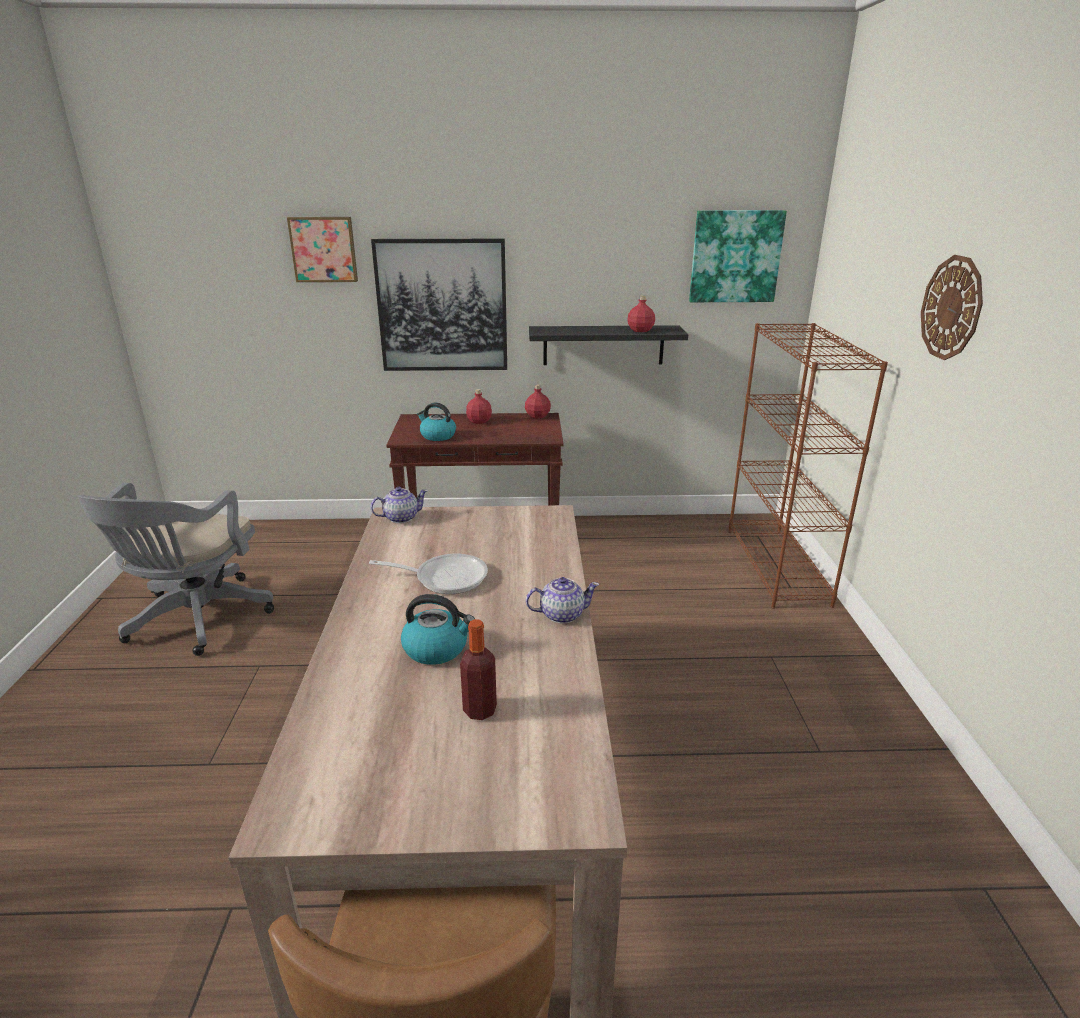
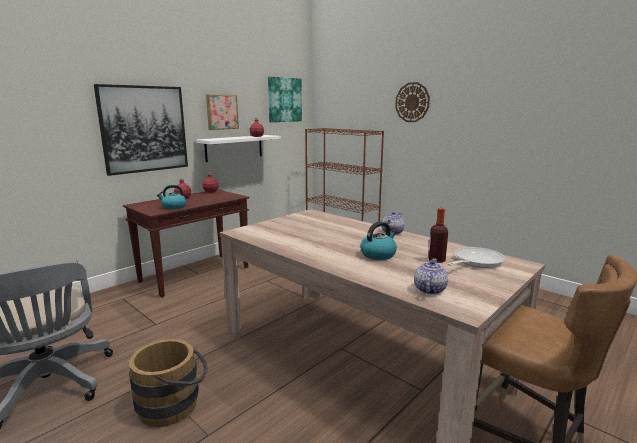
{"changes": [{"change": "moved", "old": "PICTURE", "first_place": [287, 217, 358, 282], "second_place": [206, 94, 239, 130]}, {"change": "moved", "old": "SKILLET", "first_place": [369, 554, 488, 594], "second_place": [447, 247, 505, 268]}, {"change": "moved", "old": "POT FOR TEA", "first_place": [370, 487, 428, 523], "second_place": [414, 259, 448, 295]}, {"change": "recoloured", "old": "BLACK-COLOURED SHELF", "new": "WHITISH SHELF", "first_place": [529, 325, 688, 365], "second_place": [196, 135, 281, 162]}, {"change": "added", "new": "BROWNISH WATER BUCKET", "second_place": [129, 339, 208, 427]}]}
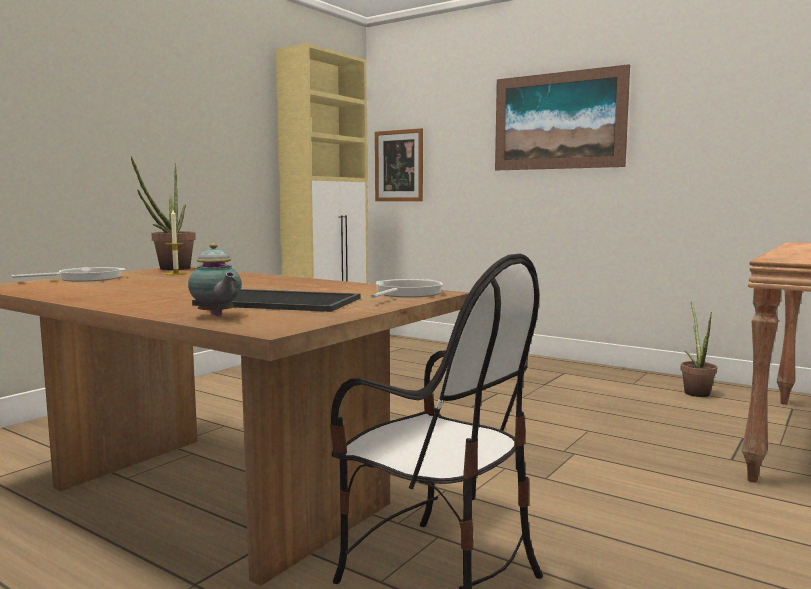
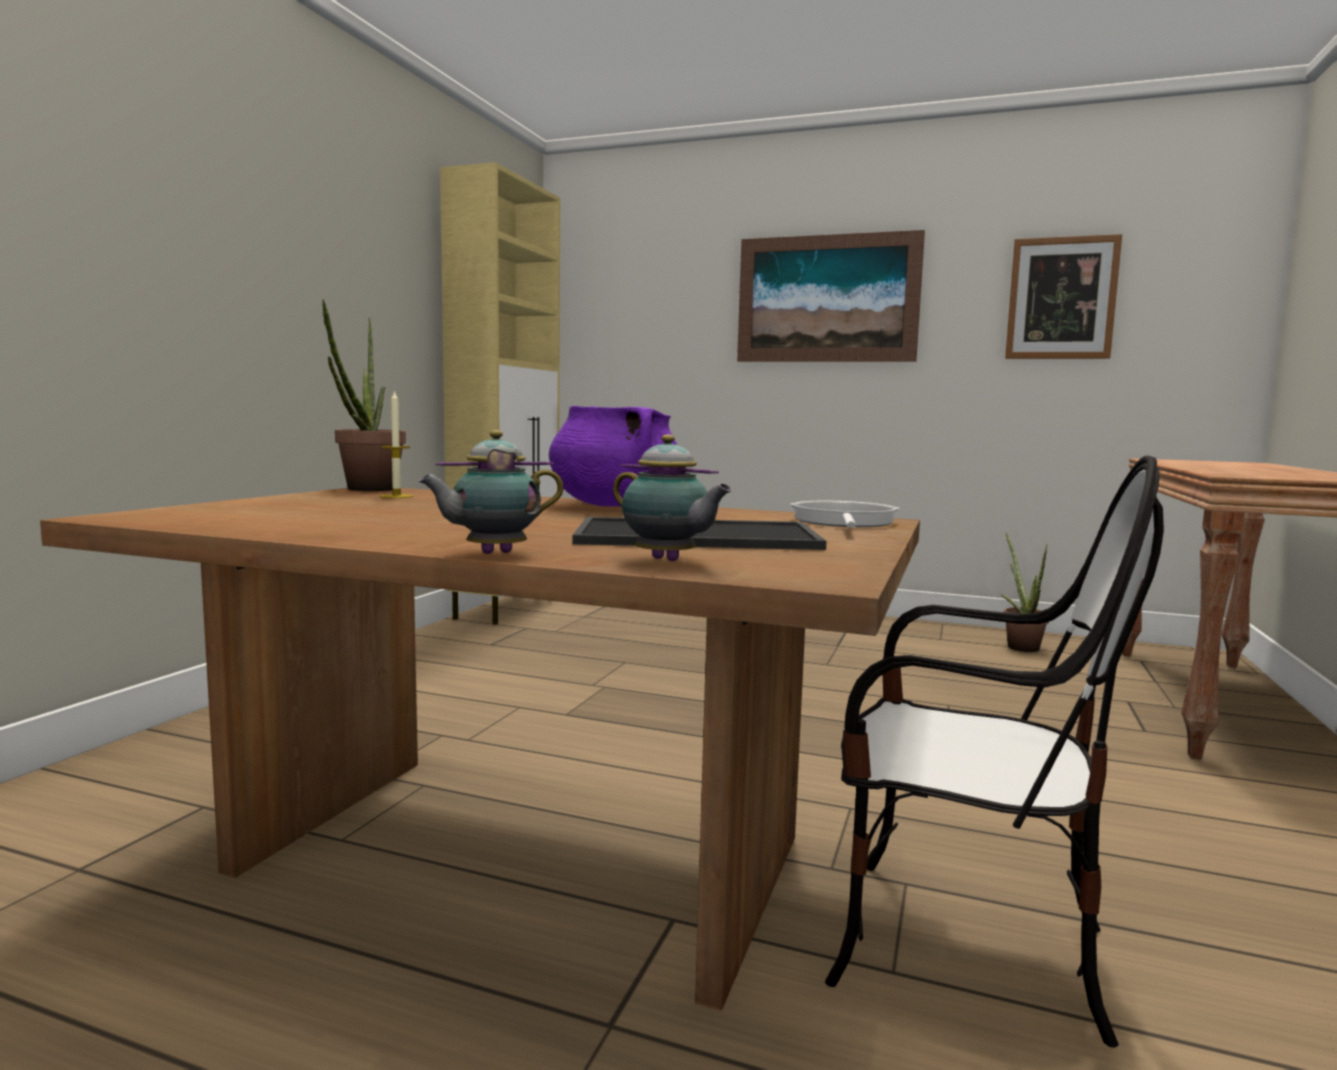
{"changes": [{"change": "removed", "old": "SKILLET", "first_place": [11, 267, 126, 282]}, {"change": "moved", "old": "PICTURE", "first_place": [375, 128, 423, 201], "second_place": [1005, 234, 1122, 359]}, {"change": "added", "new": "POT FOR TEA", "second_place": [418, 430, 564, 554]}, {"change": "added", "new": "PURPLE COOKING POT", "second_place": [549, 406, 677, 507]}]}
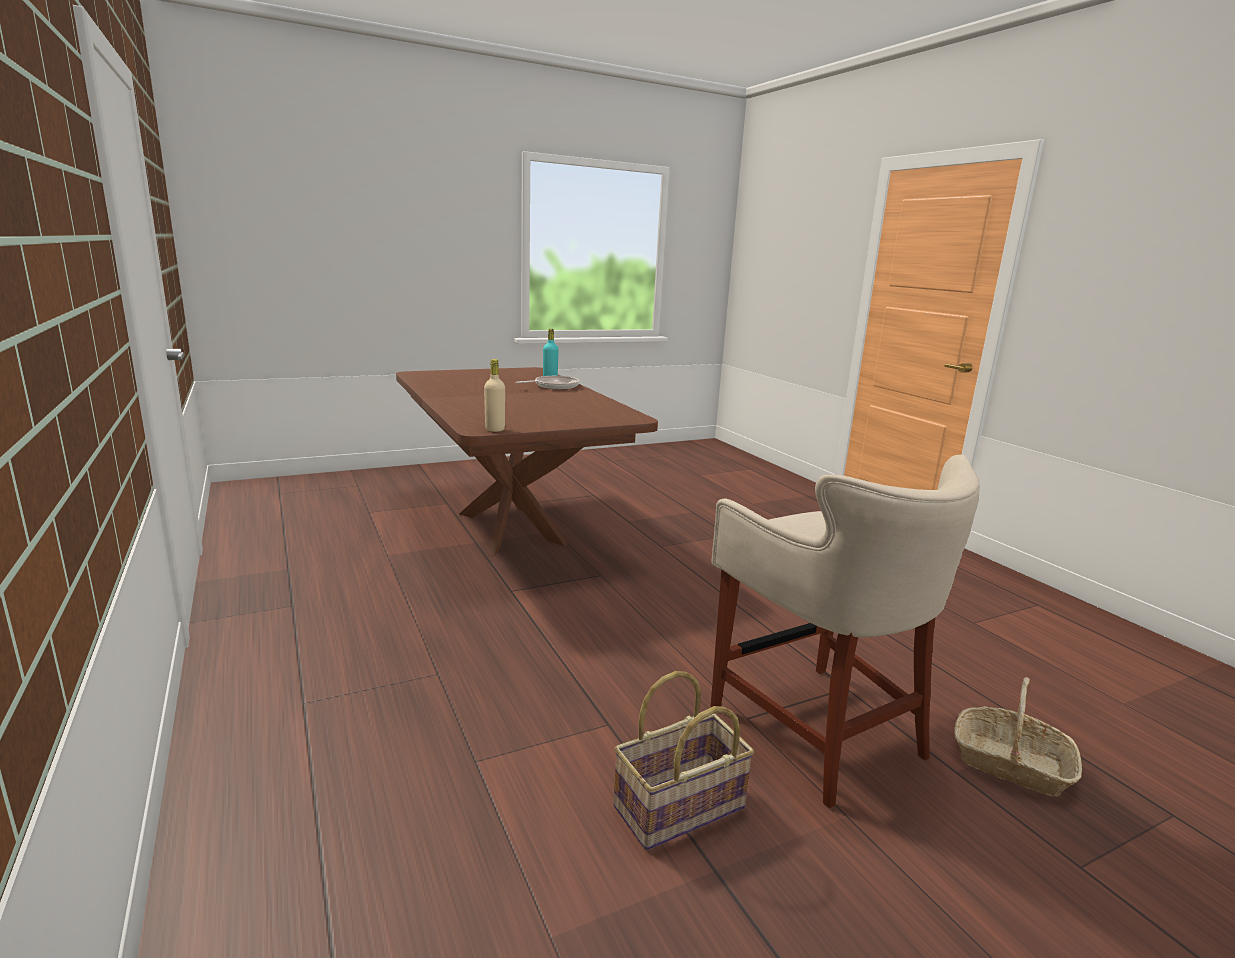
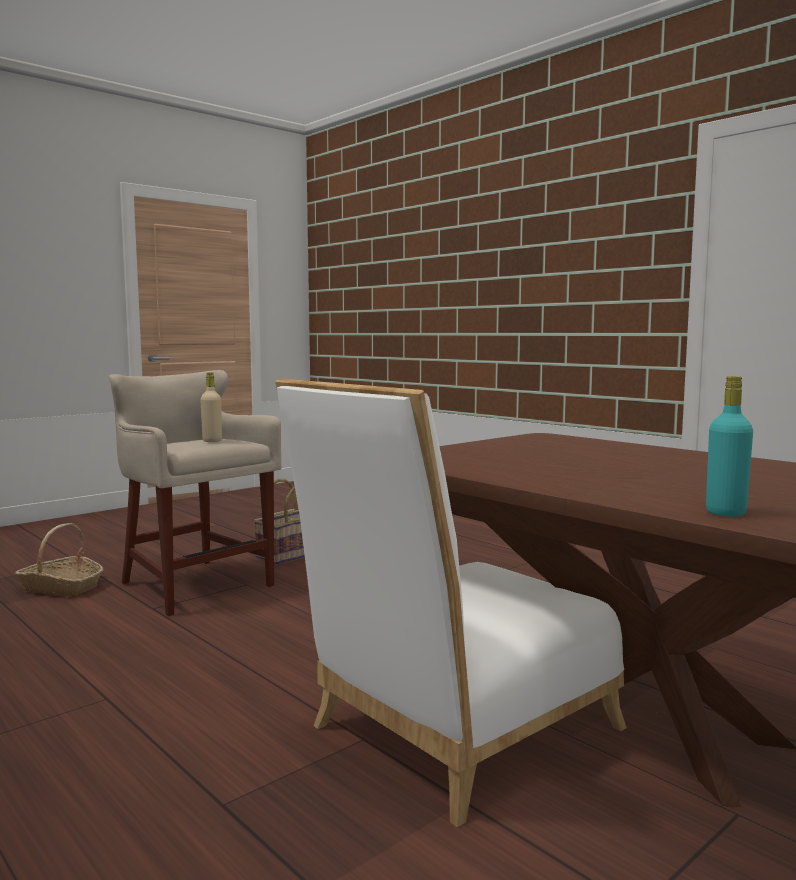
{"changes": [{"change": "moved", "old": "SAND-COLOURED BOTTLE", "first_place": [484, 359, 505, 432], "second_place": [200, 372, 222, 442]}, {"change": "removed", "old": "SKILLET", "first_place": [516, 376, 579, 389]}, {"change": "added", "new": "WHITISH UPRIGHT CHAIR", "second_place": [275, 379, 627, 827]}]}
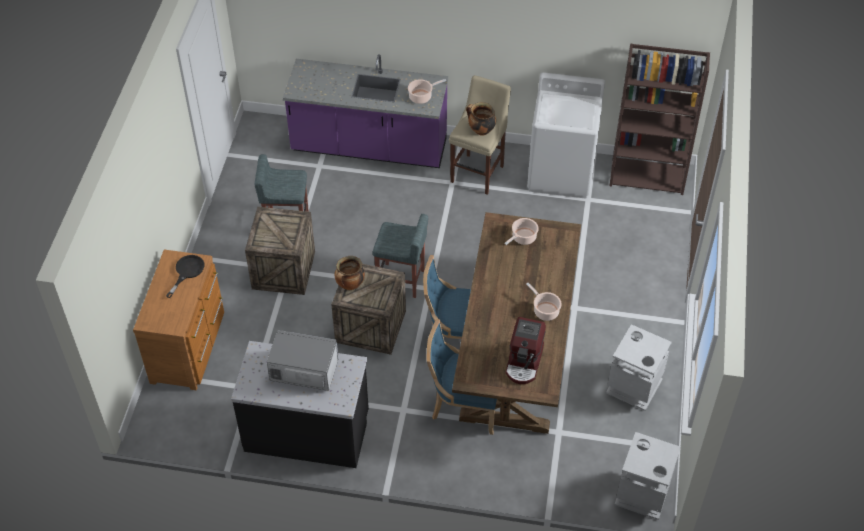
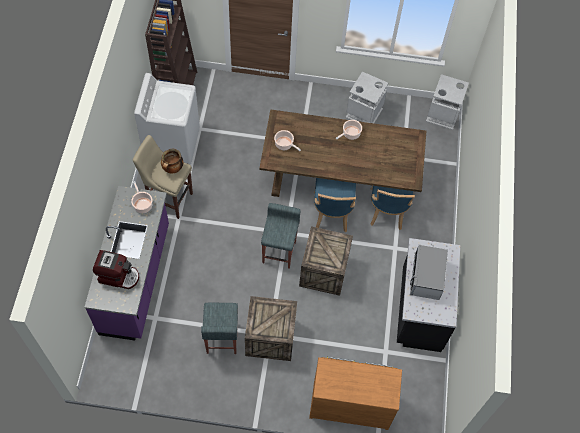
{"changes": [{"change": "removed", "old": "BLACK-COLOURED SKILLET", "first_place": [166, 255, 205, 298]}, {"change": "removed", "old": "COOKING POT", "first_place": [335, 256, 365, 290]}, {"change": "moved", "old": "COFFEE MACHINE", "first_place": [506, 317, 546, 384], "second_place": [93, 250, 139, 289]}]}
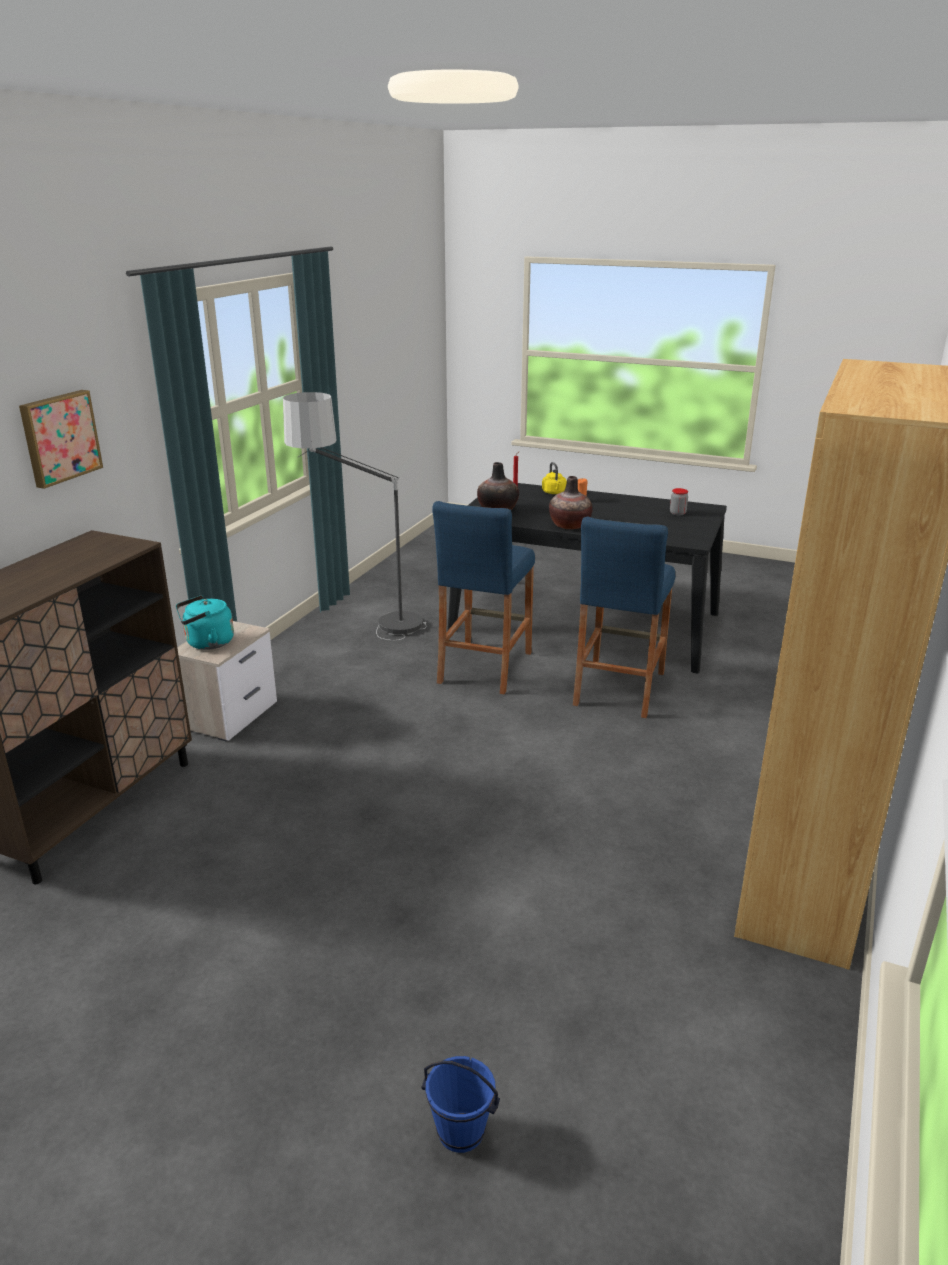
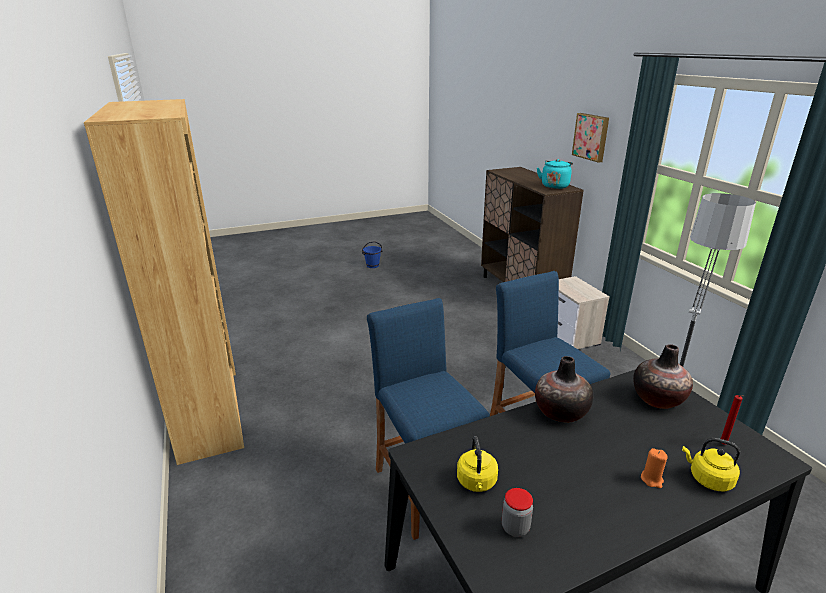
{"changes": [{"change": "moved", "old": "TURQUOISE WATER KETTLE", "first_place": [176, 595, 234, 650], "second_place": [537, 159, 573, 189]}, {"change": "moved", "old": "BLUISH WATER BUCKET", "first_place": [422, 1056, 500, 1153], "second_place": [362, 241, 383, 268]}, {"change": "added", "new": "YELLOW WATER KETTLE", "second_place": [457, 436, 498, 492]}]}
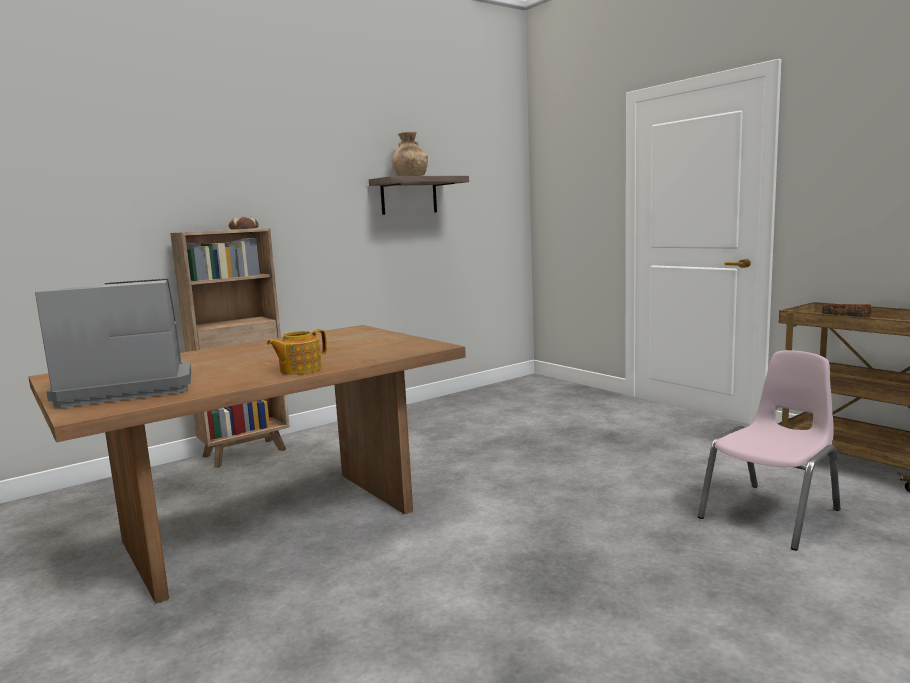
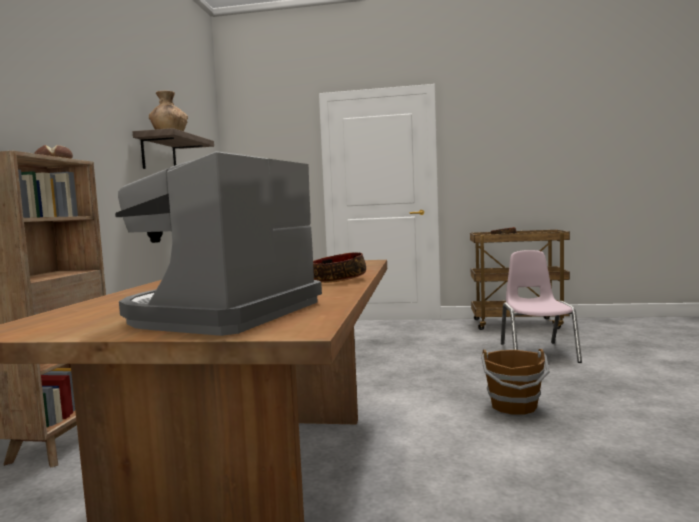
{"changes": [{"change": "replaced", "old": "POT FOR TEA", "new": "SERVING BOWL", "first_place": [267, 329, 327, 375], "second_place": [313, 252, 366, 283]}, {"change": "added", "new": "BROWNISH WATER BUCKET", "second_place": [481, 349, 550, 415]}]}
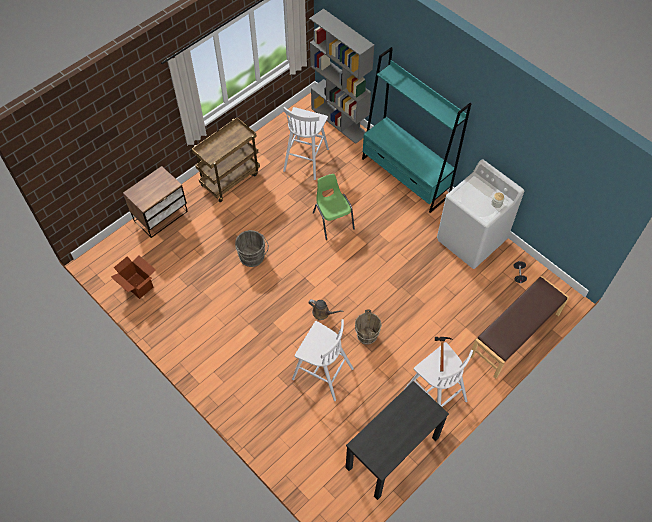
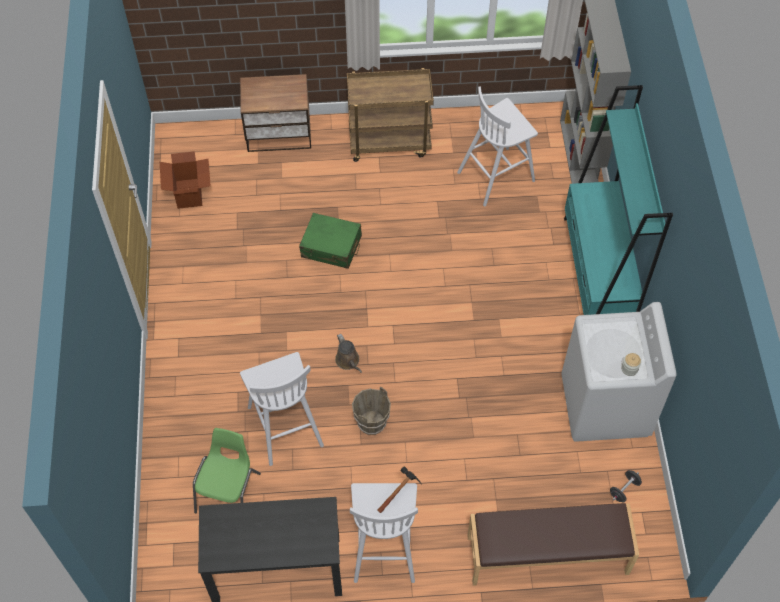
{"changes": [{"change": "replaced", "old": "GREY WATER BUCKET", "new": "GREENISH TRAVEL CASE", "first_place": [235, 230, 269, 267], "second_place": [299, 213, 362, 269]}, {"change": "moved", "old": "GREENISH UPRIGHT CHAIR", "first_place": [313, 174, 355, 240], "second_place": [193, 428, 261, 513]}]}
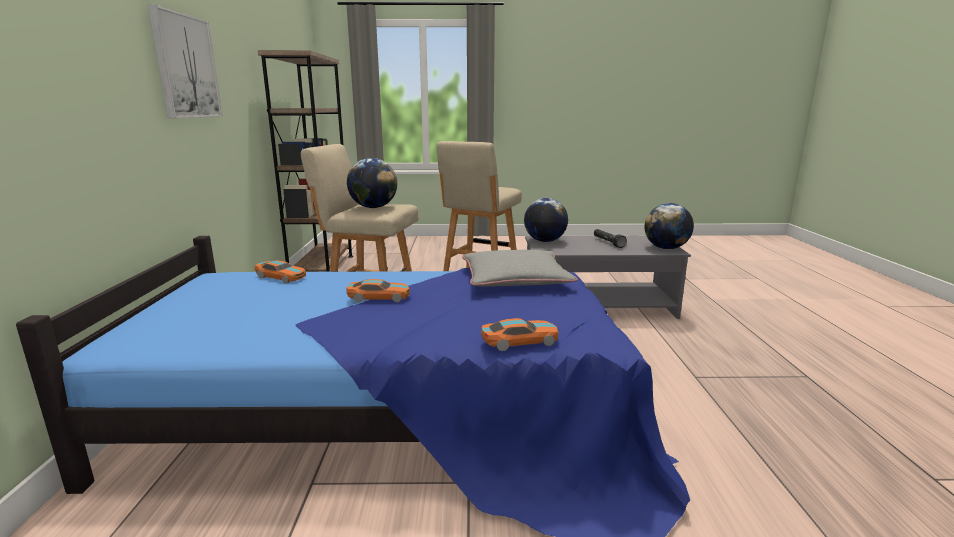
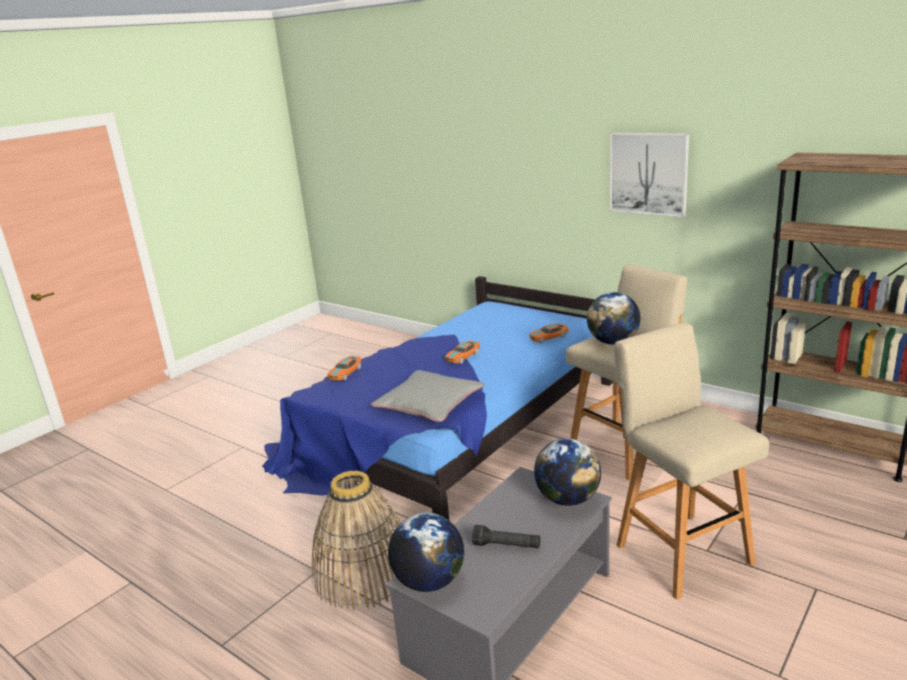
{"changes": [{"change": "added", "new": "BASKET", "second_place": [312, 471, 401, 610]}]}
